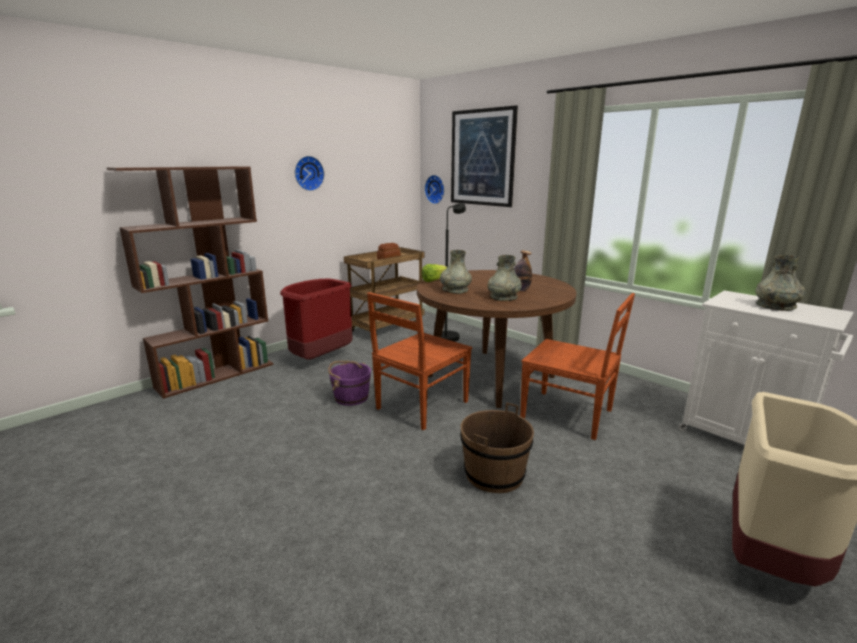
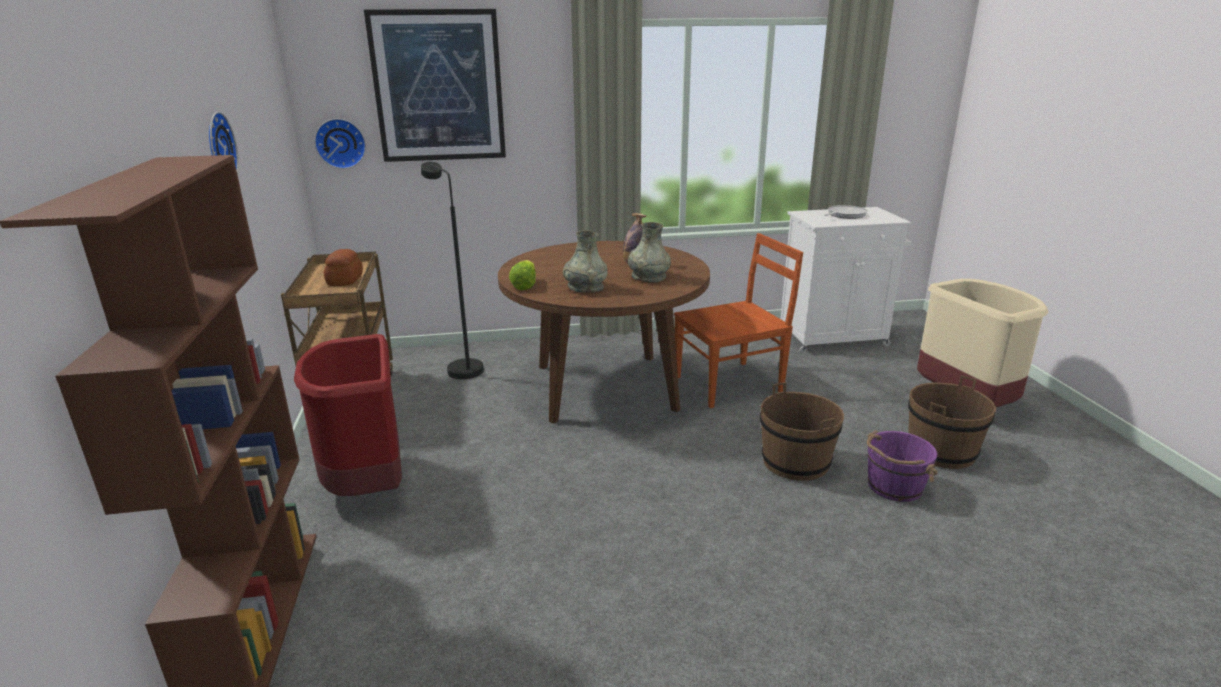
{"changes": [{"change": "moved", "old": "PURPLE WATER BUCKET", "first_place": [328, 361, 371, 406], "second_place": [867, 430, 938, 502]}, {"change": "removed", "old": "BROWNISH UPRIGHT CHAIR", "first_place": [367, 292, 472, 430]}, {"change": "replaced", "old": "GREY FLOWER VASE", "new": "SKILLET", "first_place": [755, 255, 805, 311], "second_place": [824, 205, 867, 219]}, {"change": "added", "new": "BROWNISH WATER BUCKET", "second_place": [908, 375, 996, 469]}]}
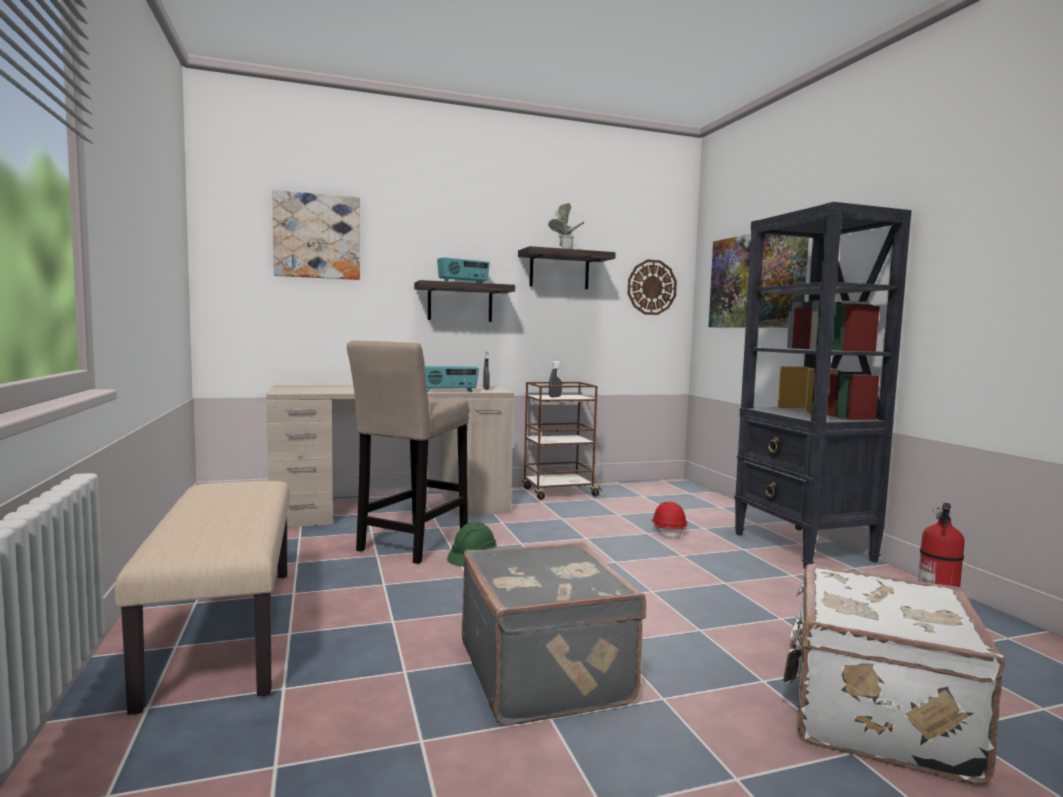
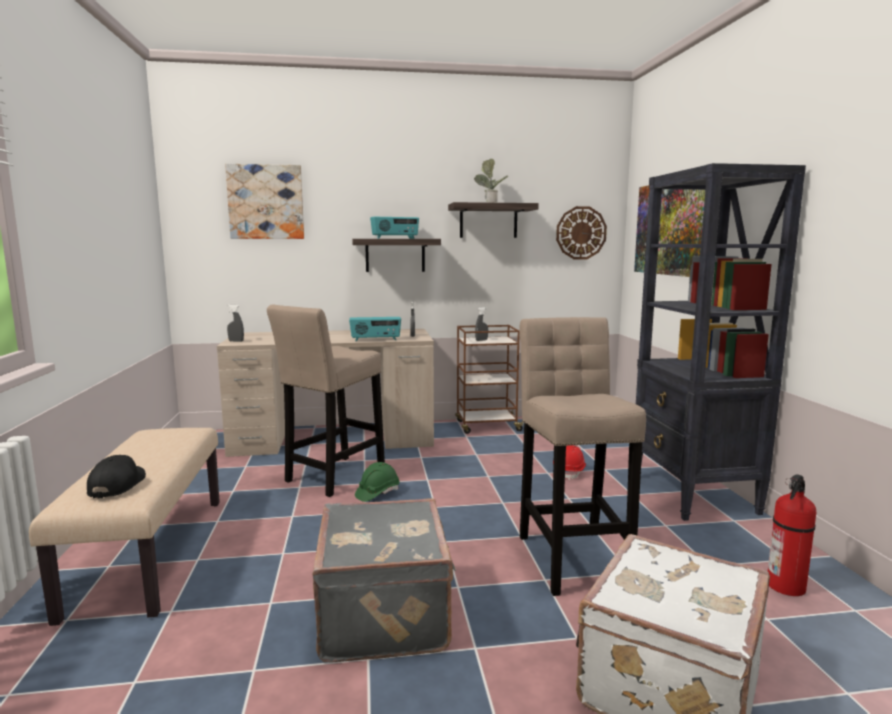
{"changes": [{"change": "added", "new": "BLACK-COLOURED CAP", "second_place": [87, 455, 146, 498]}, {"change": "added", "new": "GREY HAND SPRAYER", "second_place": [227, 304, 244, 342]}, {"change": "added", "new": "SAND-COLOURED STOOL", "second_place": [519, 317, 646, 596]}]}
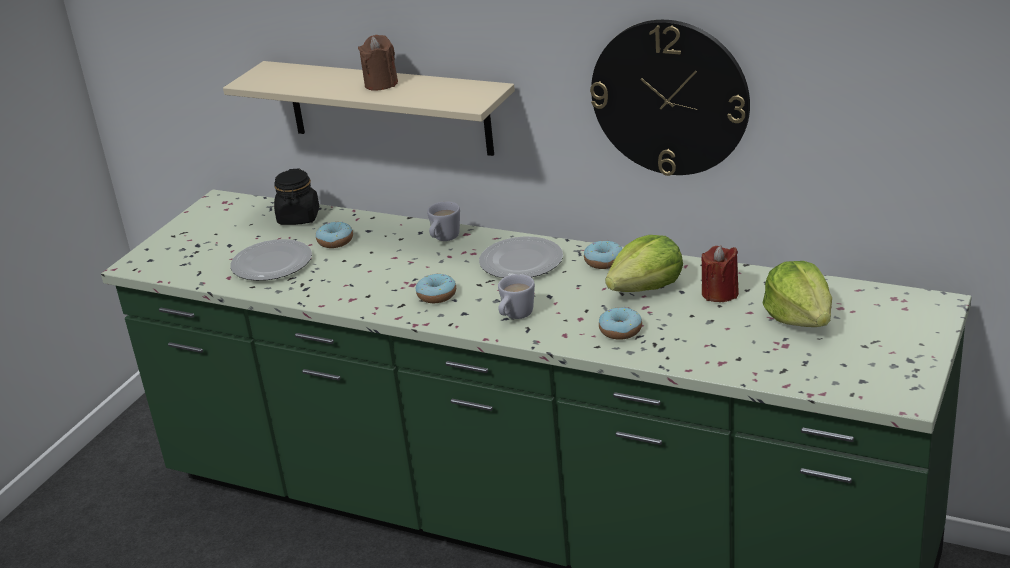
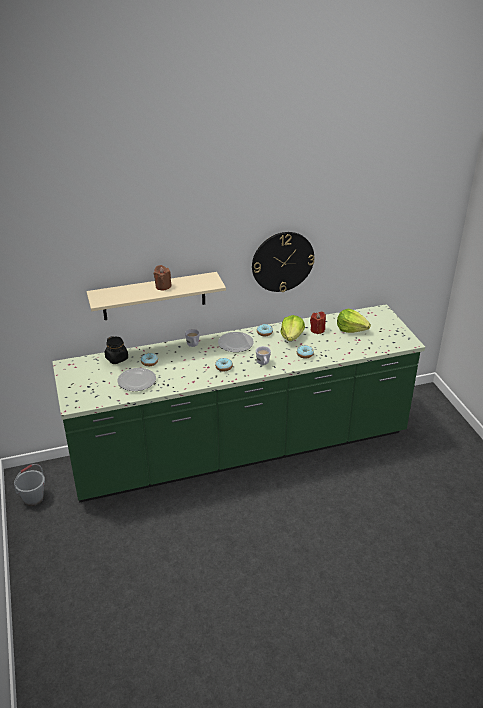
{"changes": [{"change": "added", "new": "GREY WATER BUCKET", "second_place": [14, 464, 45, 506]}]}
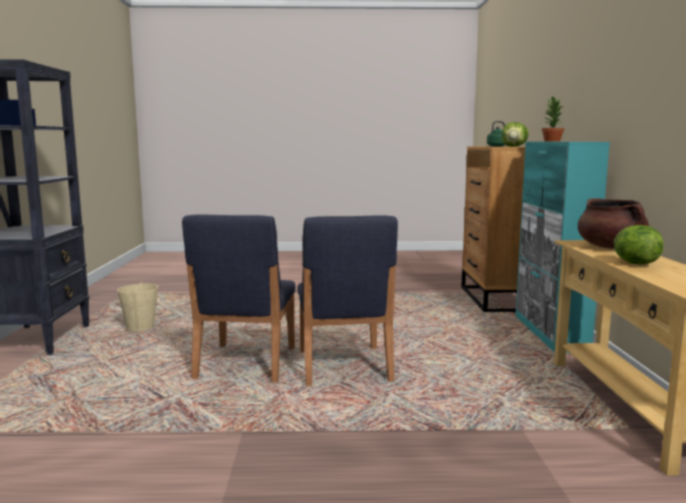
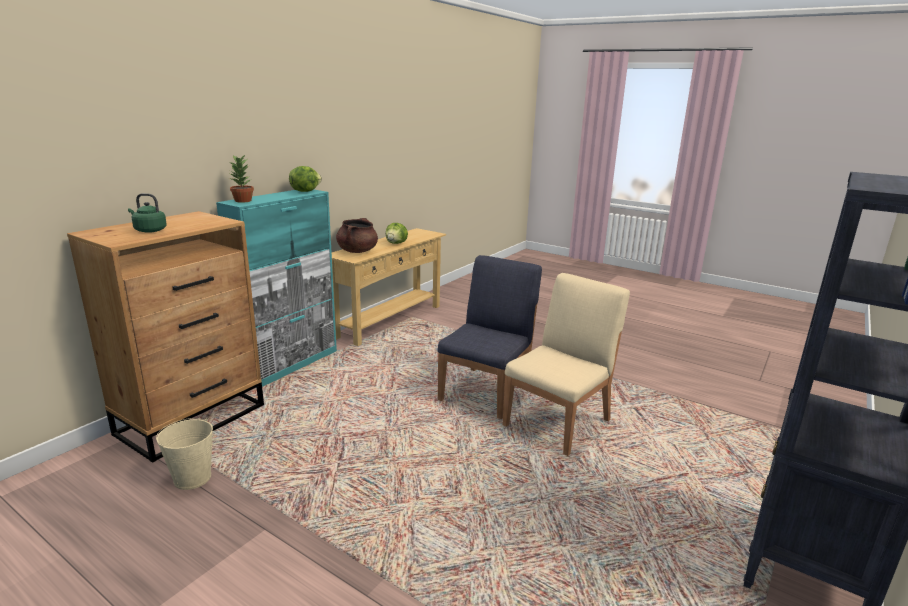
{"changes": [{"change": "moved", "old": "SAND-COLOURED WATER BUCKET", "first_place": [117, 282, 158, 331], "second_place": [156, 418, 213, 490]}, {"change": "recoloured", "old": "BLUISH UPRIGHT CHAIR", "new": "SAND-COLOURED UPRIGHT CHAIR", "first_place": [182, 215, 295, 382], "second_place": [503, 273, 630, 456]}, {"change": "moved", "old": "LETTUCE HEAD", "first_place": [502, 122, 529, 147], "second_place": [289, 166, 322, 192]}]}
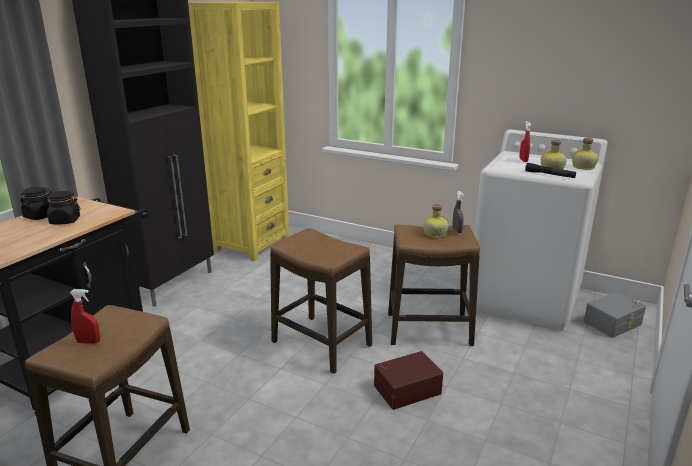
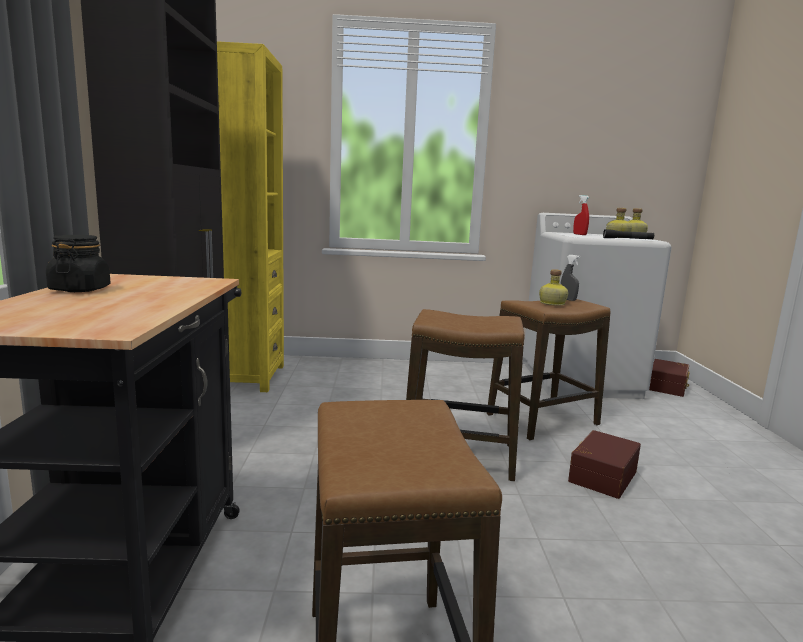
{"changes": [{"change": "removed", "old": "BLACK-COLOURED JAR", "first_place": [43, 191, 81, 224]}, {"change": "removed", "old": "REDDISH HAND SPRAYER", "first_place": [69, 289, 100, 344]}, {"change": "recoloured", "old": "GREY STORAGE BIN", "new": "BROWNISH STORAGE BIN", "first_place": [584, 292, 646, 338], "second_place": [649, 359, 690, 397]}]}
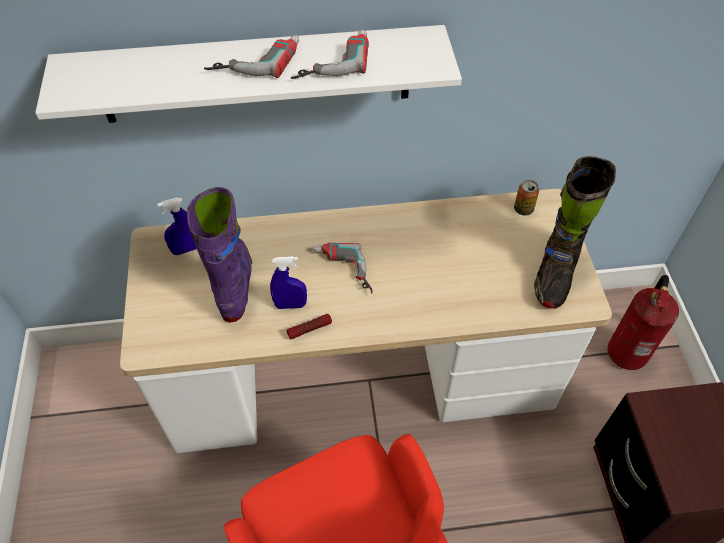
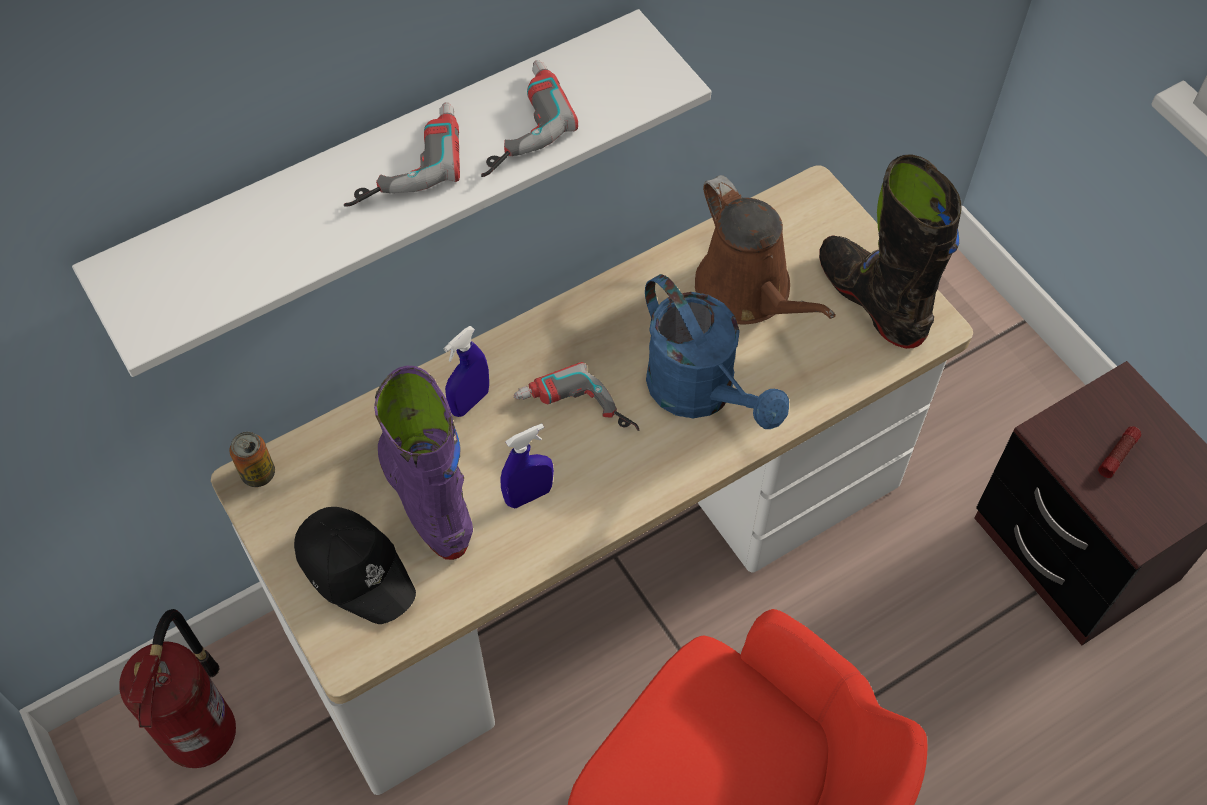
{"changes": [{"change": "moved", "old": "BLUISH HAND SPRAYER", "first_place": [157, 198, 197, 255], "second_place": [443, 326, 489, 417]}, {"change": "moved", "old": "HAND TORCH", "first_place": [287, 314, 332, 340], "second_place": [1098, 426, 1141, 478]}, {"change": "moved", "old": "CAN", "first_place": [514, 180, 539, 216], "second_place": [229, 432, 275, 487]}, {"change": "turned", "old": "BLACK-COLOURED BOOT", "first_place": [534, 156, 616, 309], "second_place": [819, 155, 961, 349], "degrees": 150}, {"change": "moved", "old": "FIRE-FIGHTING CYLINDER", "first_place": [608, 275, 679, 370], "second_place": [119, 609, 236, 768]}, {"change": "added", "new": "BLACK-COLOURED CAP", "second_place": [294, 507, 416, 624]}, {"change": "added", "new": "BLUISH WATERING CAN", "second_place": [645, 274, 789, 429]}, {"change": "added", "new": "BROWNISH WATERING CAN", "second_place": [695, 175, 836, 324]}]}
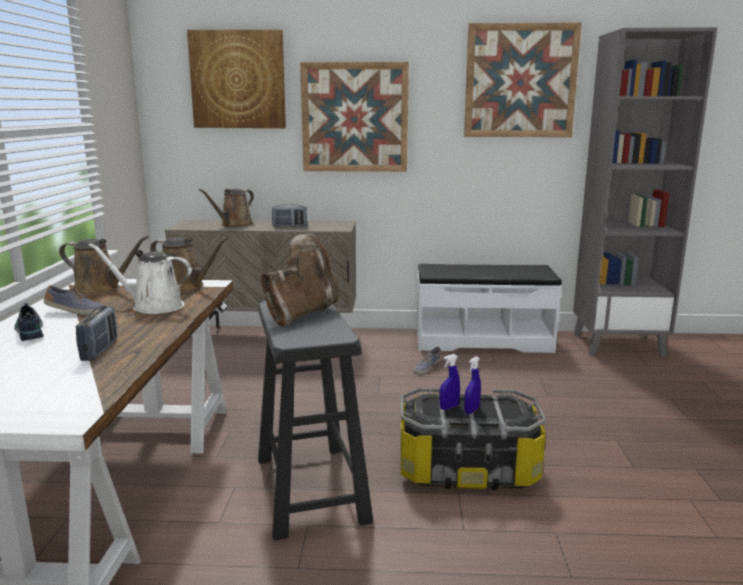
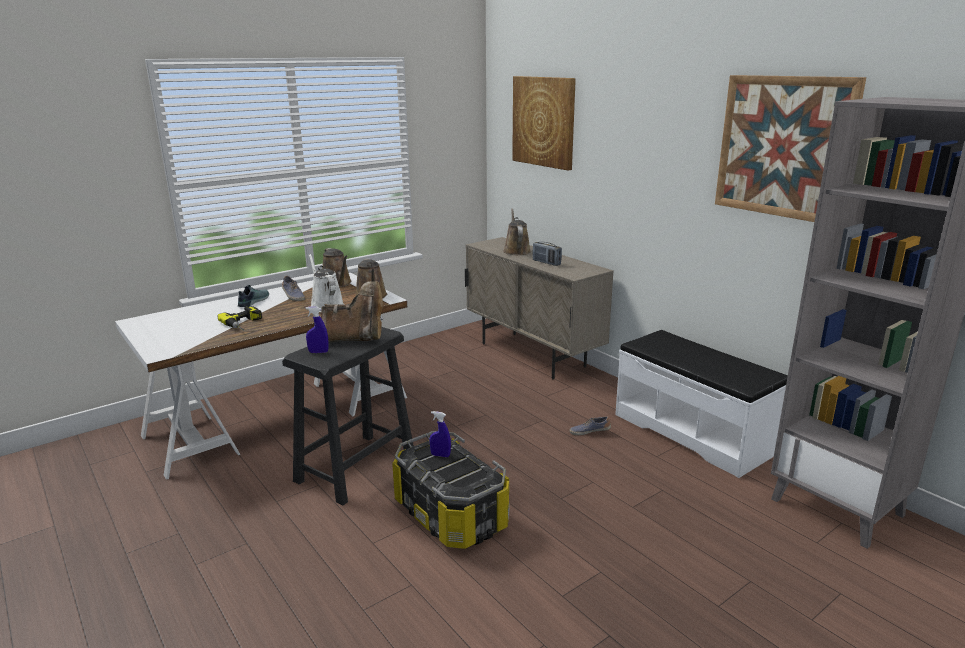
{"changes": [{"change": "replaced", "old": "RADIO RECEIVER", "new": "ELECTRIC DRILL", "first_place": [76, 306, 117, 361], "second_place": [217, 306, 262, 331]}, {"change": "turned", "old": "BROWNISH WATERING CAN", "first_place": [199, 188, 254, 227], "second_place": [503, 209, 531, 255], "degrees": 90}, {"change": "removed", "old": "PICTURE", "first_place": [300, 62, 409, 172]}, {"change": "moved", "old": "BLUISH HAND SPRAYER", "first_place": [464, 356, 481, 414], "second_place": [306, 307, 329, 353]}]}
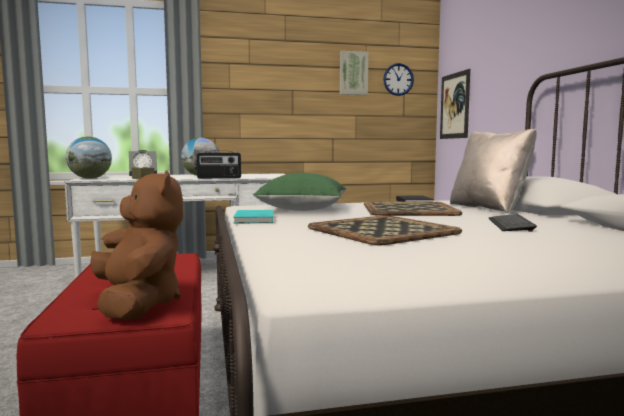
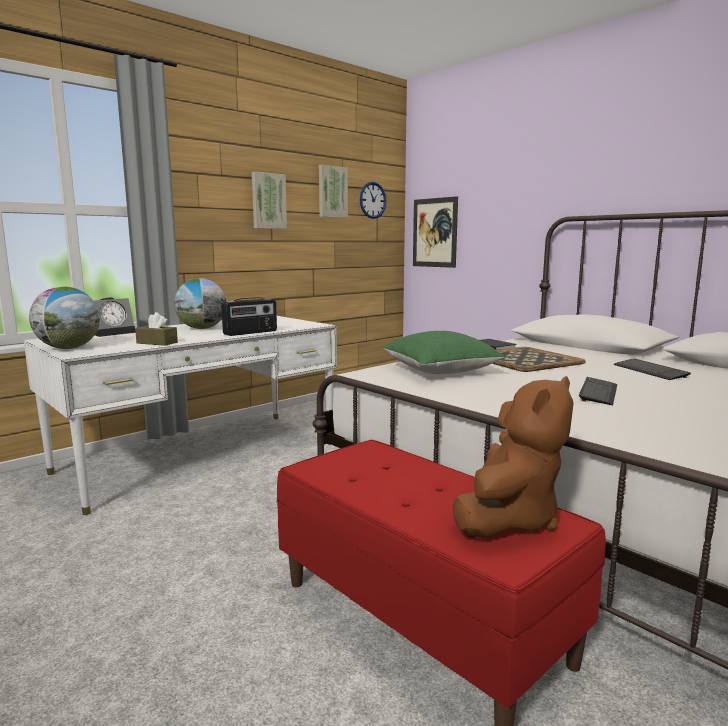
{"changes": [{"change": "turned", "old": "BROWNISH SOFT TOY", "first_place": [90, 170, 183, 320], "second_place": [453, 376, 574, 538], "degrees": 90}, {"change": "removed", "old": "TURQUOISE BOOK", "first_place": [233, 210, 273, 224]}, {"change": "replaced", "old": "CARRYING TRAY", "new": "KEYBOARD", "first_place": [308, 216, 462, 245], "second_place": [579, 377, 617, 405]}, {"change": "removed", "old": "SAND-COLOURED THROW PILLOW", "first_place": [450, 129, 537, 213]}, {"change": "added", "new": "PICTURE", "second_place": [252, 171, 287, 229]}]}
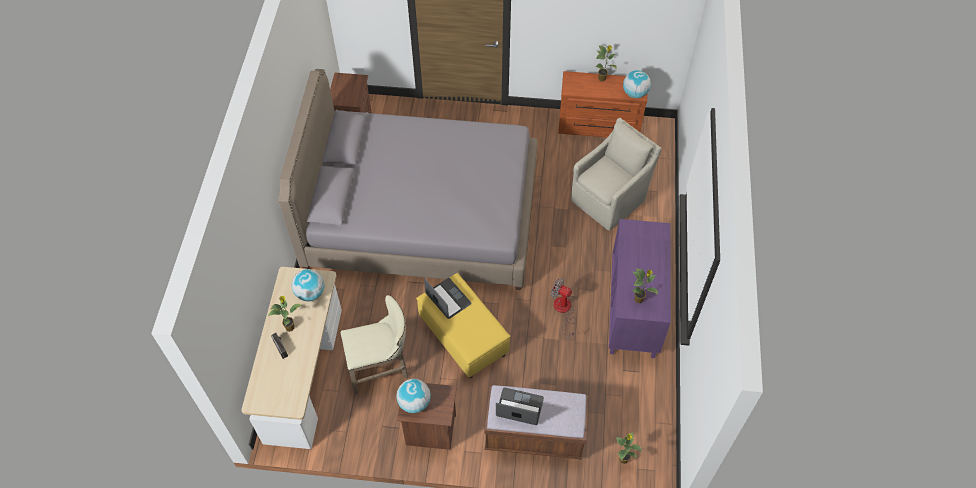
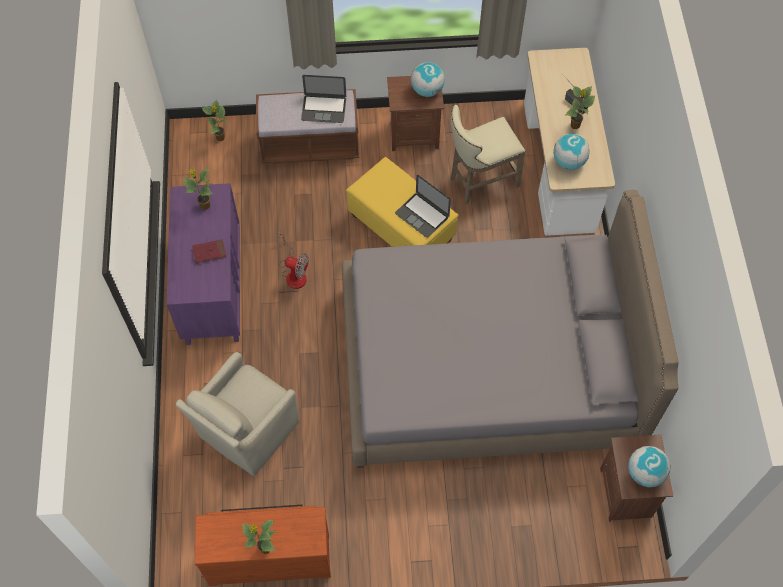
{"changes": [{"change": "moved", "old": "DESK GLOBE", "first_place": [623, 70, 651, 98], "second_place": [628, 446, 670, 488]}, {"change": "added", "new": "REDDISH BOOK", "second_place": [192, 239, 226, 264]}]}
